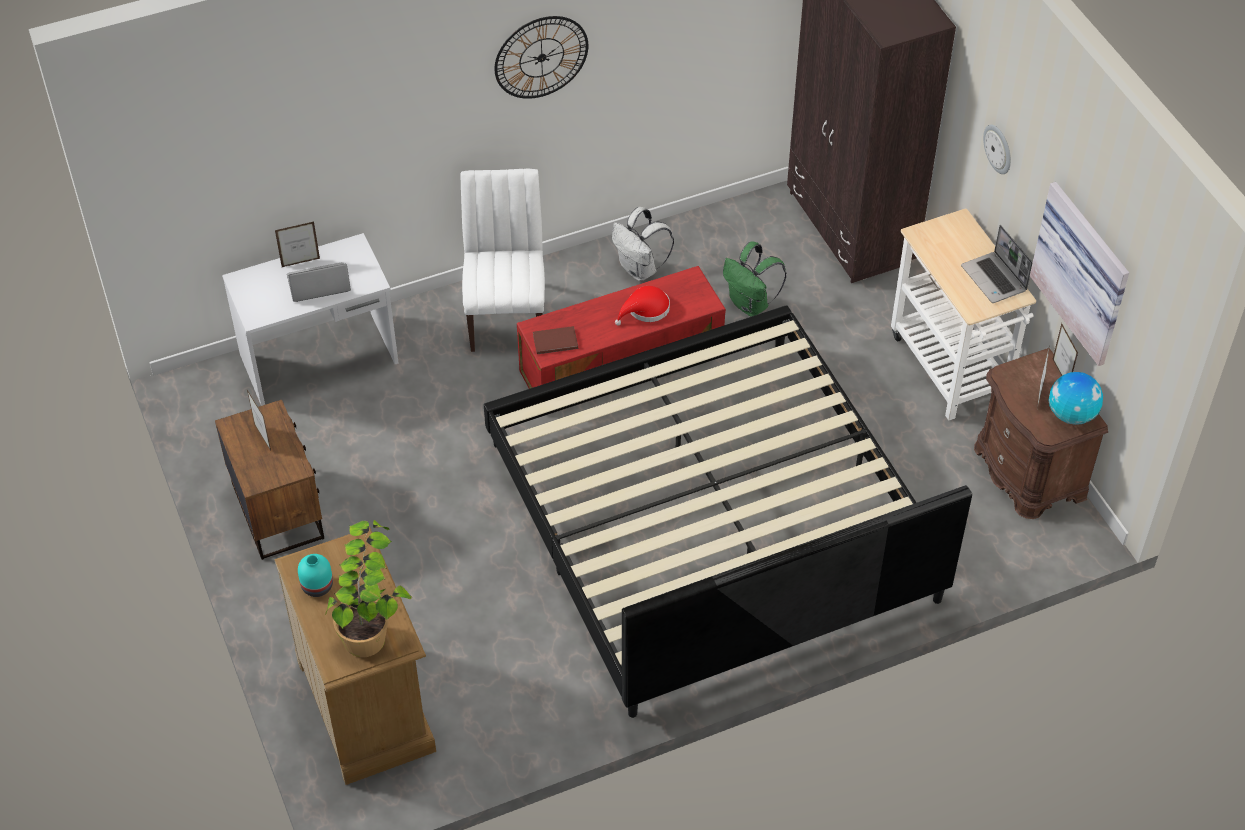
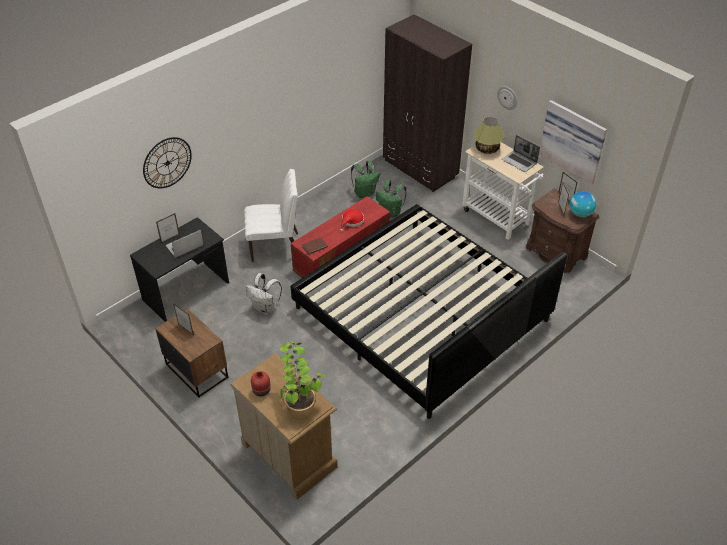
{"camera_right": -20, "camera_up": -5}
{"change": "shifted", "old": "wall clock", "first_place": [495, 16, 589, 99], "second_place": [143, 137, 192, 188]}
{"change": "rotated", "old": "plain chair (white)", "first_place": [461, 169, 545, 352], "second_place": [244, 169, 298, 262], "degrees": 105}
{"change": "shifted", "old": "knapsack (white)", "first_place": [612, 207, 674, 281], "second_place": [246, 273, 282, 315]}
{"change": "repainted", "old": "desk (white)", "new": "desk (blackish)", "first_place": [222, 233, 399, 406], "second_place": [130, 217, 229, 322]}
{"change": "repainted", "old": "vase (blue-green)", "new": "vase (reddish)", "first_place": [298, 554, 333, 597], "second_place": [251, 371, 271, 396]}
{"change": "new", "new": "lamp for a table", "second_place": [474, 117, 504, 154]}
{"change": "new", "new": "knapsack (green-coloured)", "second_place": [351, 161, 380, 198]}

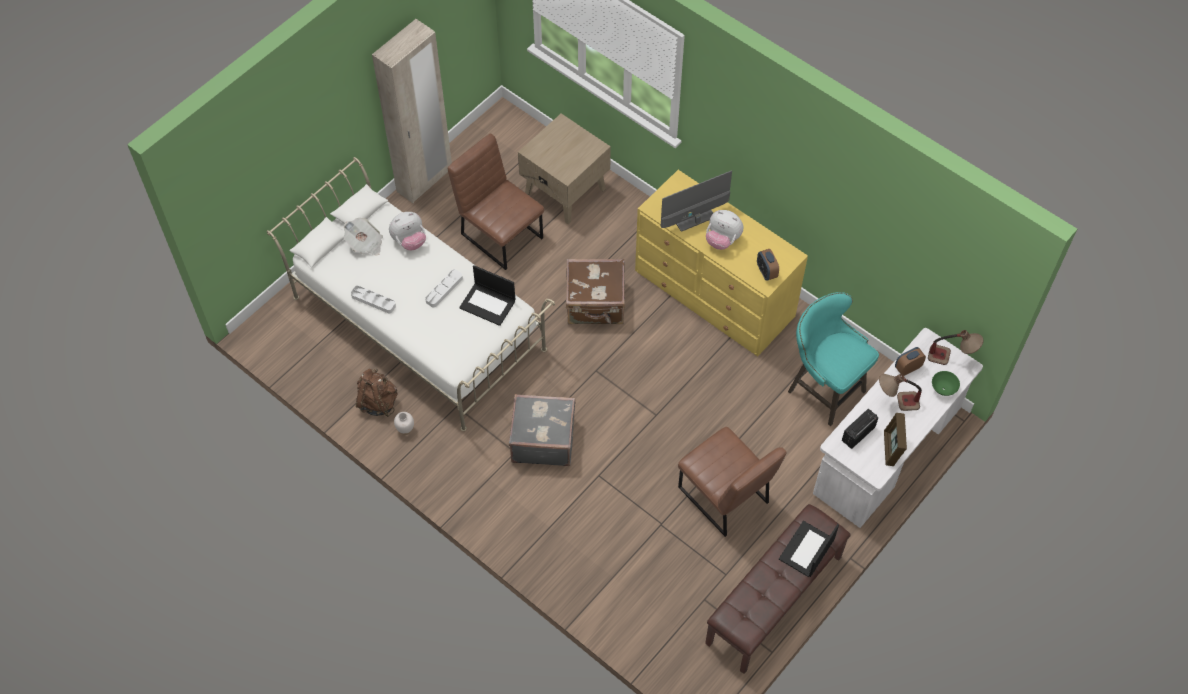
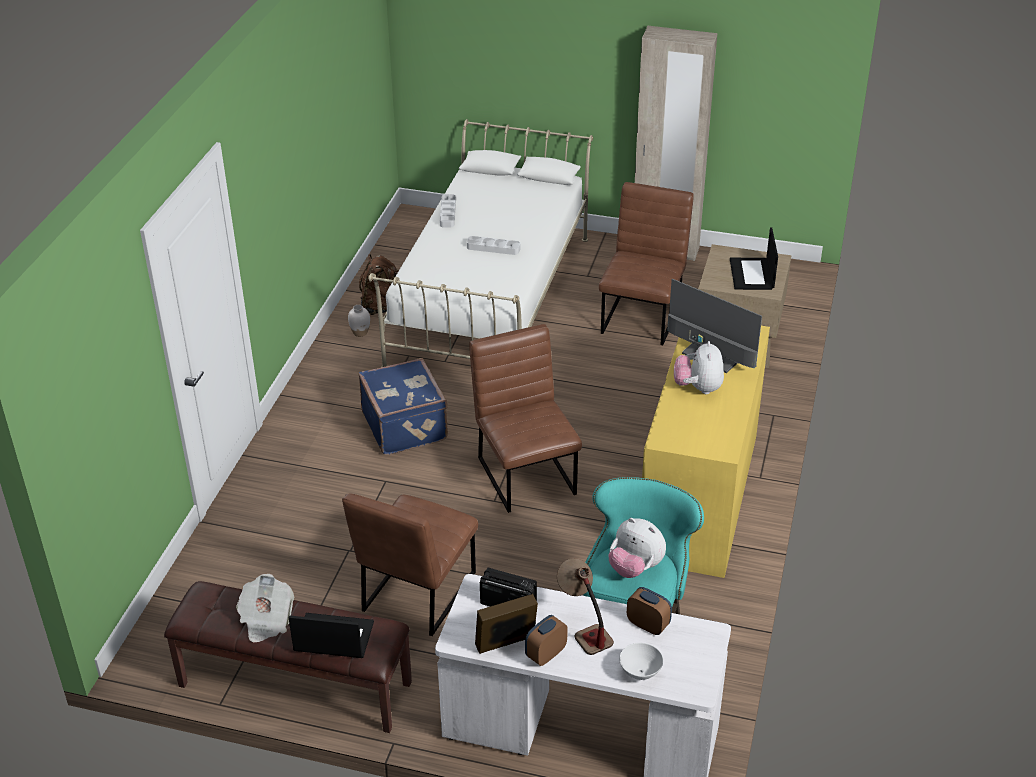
{"camera_right": 65, "camera_up": -20}
{"change": "shifted", "old": "plush toy", "first_place": [389, 212, 426, 250], "second_place": [608, 518, 666, 578]}
{"change": "shifted", "old": "printed paper", "first_place": [344, 218, 383, 256], "second_place": [236, 574, 294, 643]}
{"change": "shifted", "old": "alarm clock", "first_place": [757, 249, 779, 281], "second_place": [525, 615, 568, 666]}
{"change": "gone", "old": "piece of luggage (brown-coloured)", "first_place": [566, 259, 625, 324]}
{"change": "shifted", "old": "laptop", "first_place": [459, 265, 515, 326], "second_place": [730, 227, 778, 290]}
{"change": "gone", "old": "lamp for a table", "first_place": [928, 330, 983, 365]}
{"change": "repainted", "old": "deep dish (green-coloured)", "new": "deep dish (white)", "first_place": [932, 371, 960, 396], "second_place": [619, 643, 663, 680]}
{"change": "repainted", "old": "piece of luggage (gray)", "new": "piece of luggage (blue)", "first_place": [509, 394, 576, 466], "second_place": [359, 358, 448, 455]}
{"change": "new", "new": "plain chair (brown-coloured)", "second_place": [469, 324, 582, 513]}

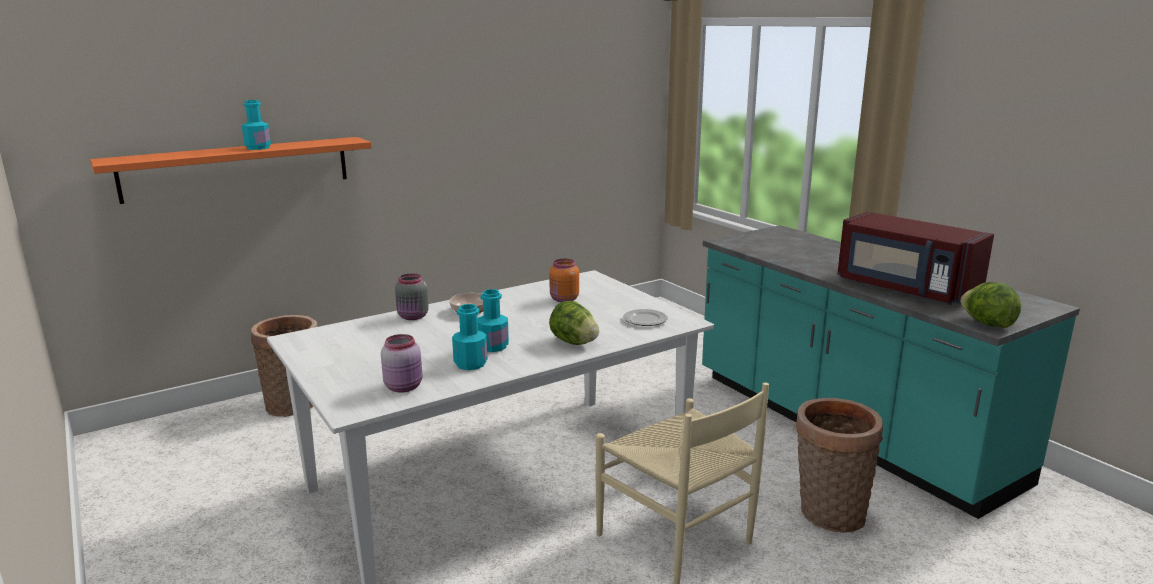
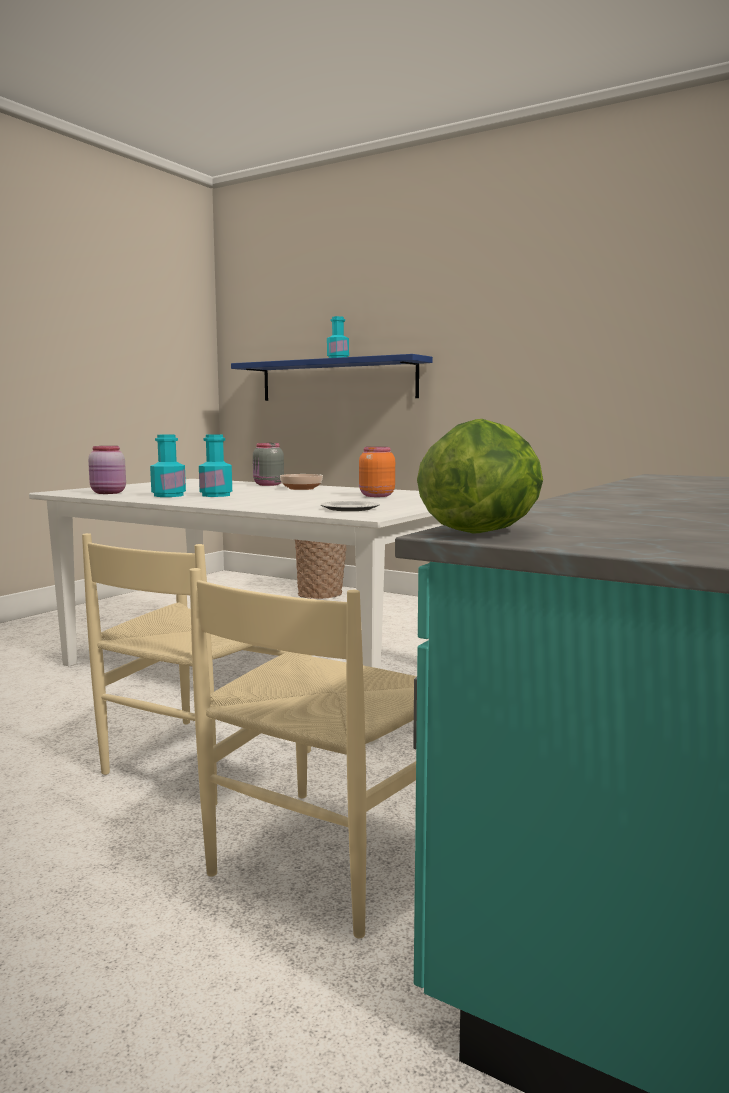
{"camera_right": 65, "camera_up": -10}
{"change": "repainted", "old": "wall shelf (orange)", "new": "wall shelf (blue)", "first_place": [90, 137, 372, 204], "second_place": [231, 354, 433, 401]}
{"change": "gone", "old": "kitchen microwave (reddish)", "first_place": [837, 212, 994, 305]}
{"change": "gone", "old": "head of lettuce", "first_place": [549, 301, 599, 345]}
{"change": "swapped", "old": "household basket", "new": "plain chair (sand-coloured)", "first_place": [796, 398, 883, 533], "second_place": [190, 568, 417, 938]}

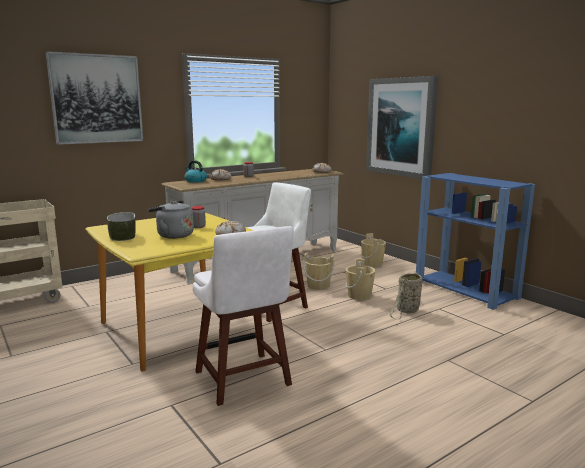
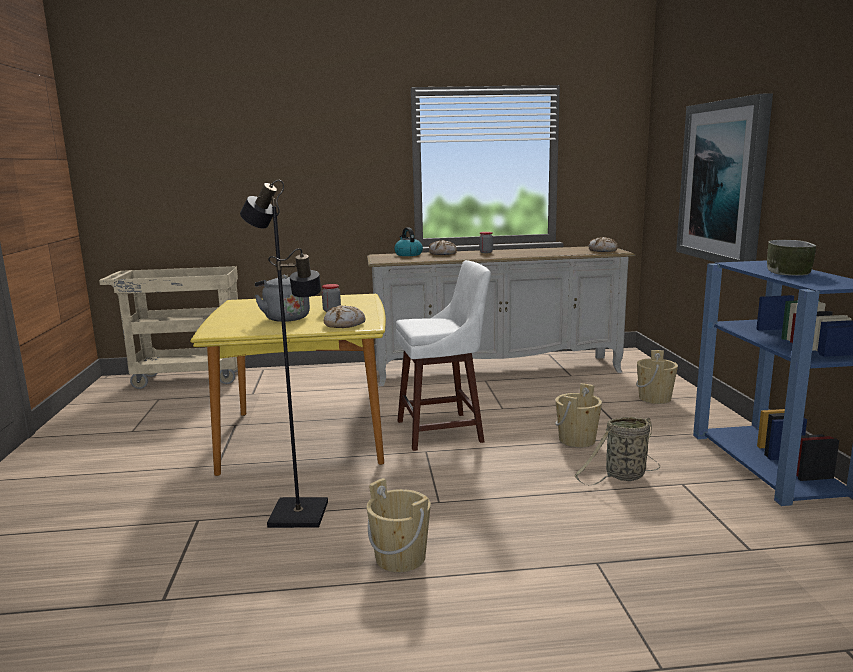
{"camera_right": 30, "camera_up": 0}
{"change": "gone", "old": "wall art", "first_place": [45, 51, 143, 145]}
{"change": "shifted", "old": "deep dish", "first_place": [107, 212, 136, 241], "second_place": [767, 240, 816, 276]}
{"change": "swapped", "old": "plain chair (white)", "new": "floor lamp (blackish)", "first_place": [193, 226, 294, 406], "second_place": [240, 180, 328, 528]}
{"change": "shifted", "old": "bucket (sand-coloured)", "first_place": [303, 253, 334, 290], "second_place": [366, 478, 431, 572]}

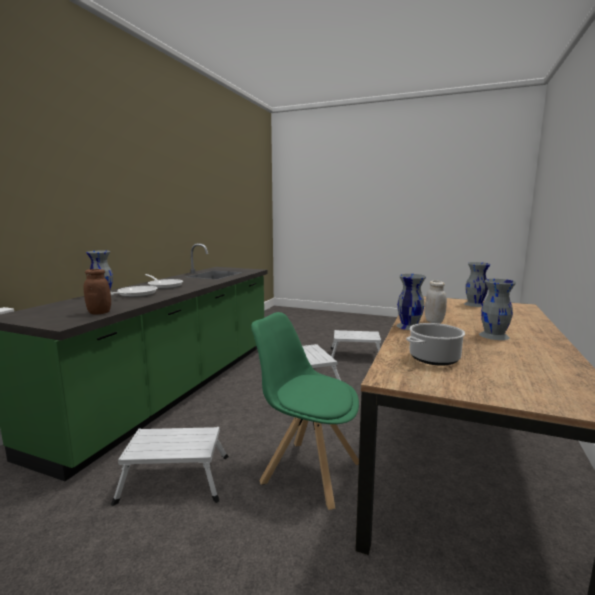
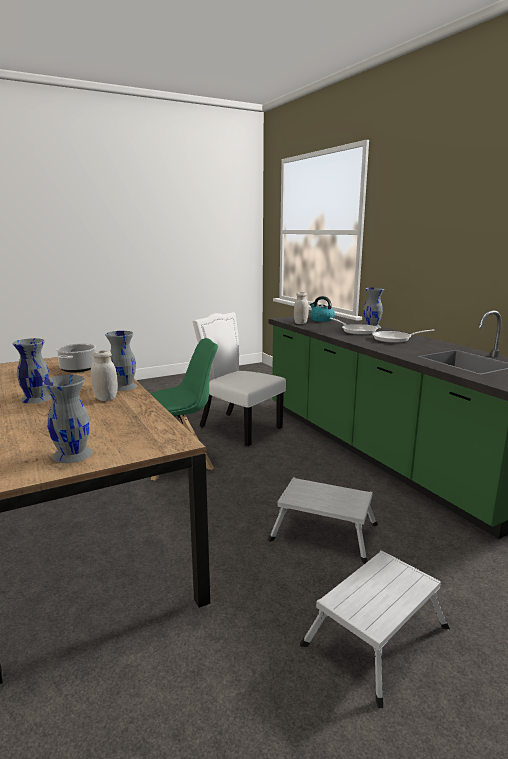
{"camera_right": 130, "camera_up": 5}
{"change": "repainted", "old": "storage jar (brown-coloured)", "new": "storage jar (white)", "first_place": [83, 269, 111, 314], "second_place": [294, 292, 309, 324]}
{"change": "swapped", "old": "step ladder (white)", "new": "plain chair (white)", "first_place": [111, 427, 229, 506], "second_place": [192, 312, 286, 446]}
{"change": "new", "new": "tea kettle", "second_place": [310, 296, 335, 322]}

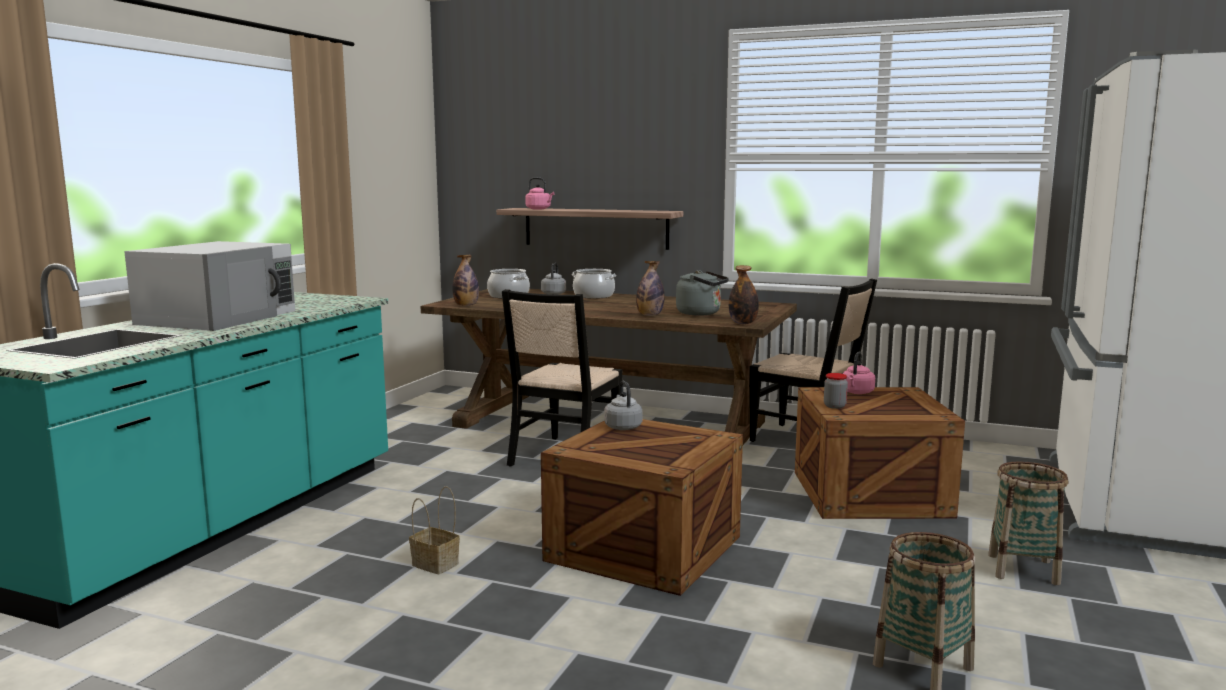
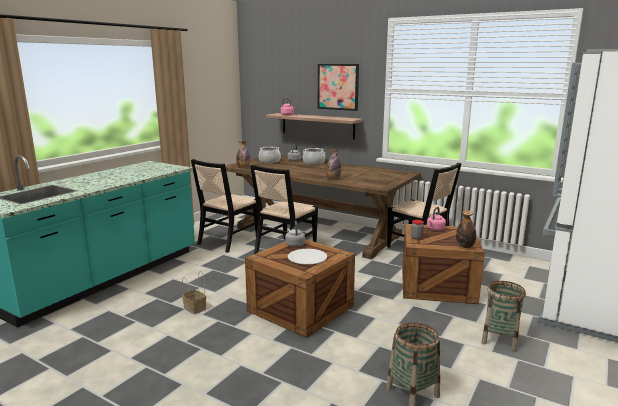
{"camera_right": 10, "camera_up": 5}
{"change": "gone", "old": "kitchen microwave (white)", "first_place": [124, 241, 295, 331]}
{"change": "shifted", "old": "beverage bottle", "first_place": [729, 265, 759, 324], "second_place": [456, 210, 476, 248]}
{"change": "gone", "old": "tea kettle (gray)", "first_place": [676, 270, 729, 316]}
{"change": "new", "new": "wall art", "second_place": [318, 64, 359, 111]}
{"change": "new", "new": "plain chair", "second_place": [191, 159, 258, 253]}
{"change": "new", "new": "dinner plate (white)", "second_place": [288, 249, 327, 265]}

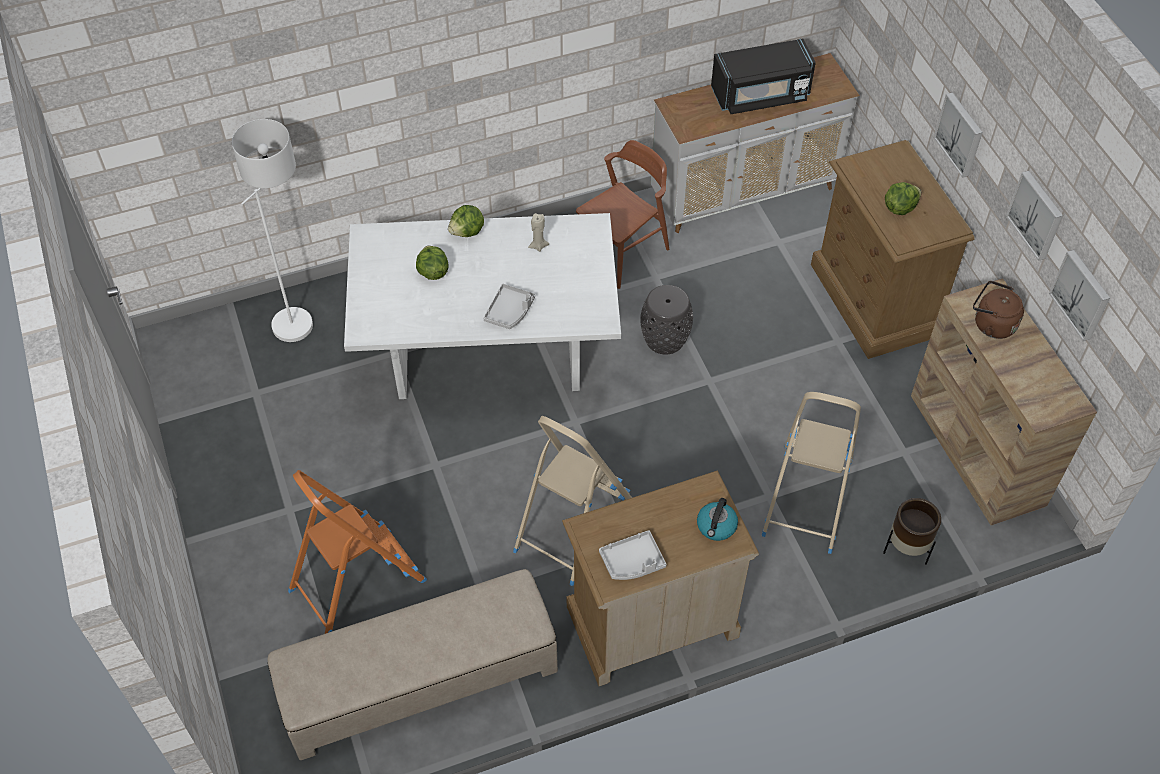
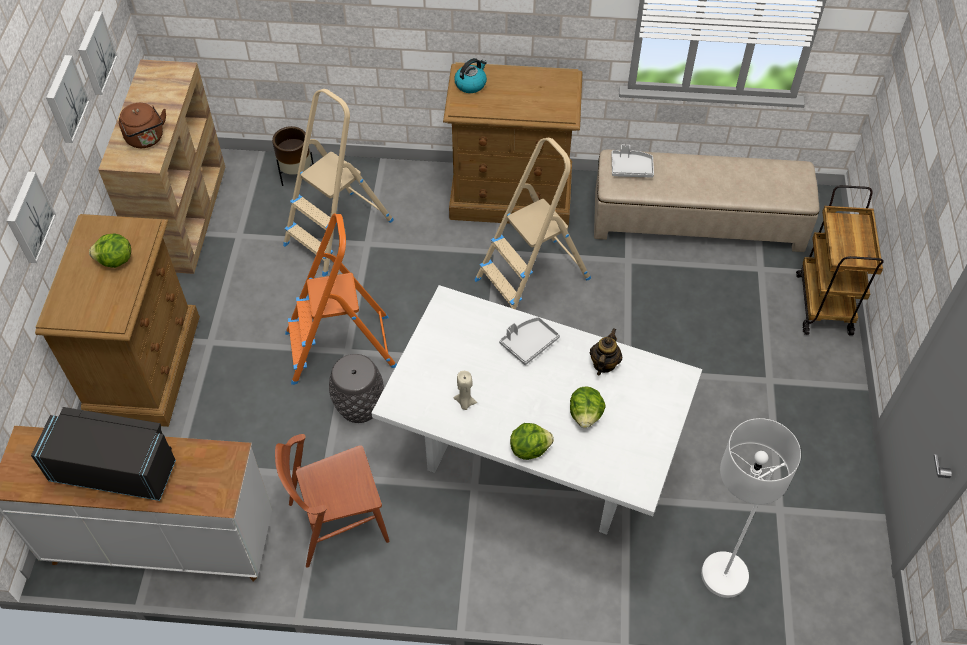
{"camera_right": -155, "camera_up": 0}
{"change": "shifted", "old": "step ladder (orange)", "first_place": [288, 470, 427, 634], "second_place": [285, 213, 397, 385]}
{"change": "shifted", "old": "carrying tray (gray)", "first_place": [599, 530, 667, 580], "second_place": [612, 145, 654, 177]}
{"change": "new", "new": "trolley (brown-coloured)", "second_place": [796, 185, 884, 335]}
{"change": "new", "new": "teapot", "second_place": [590, 328, 622, 376]}

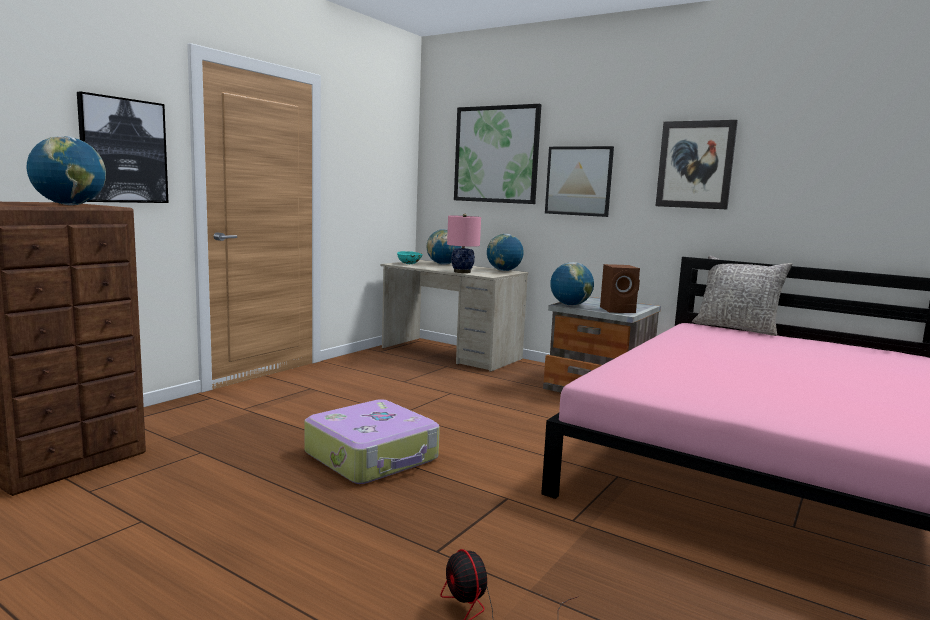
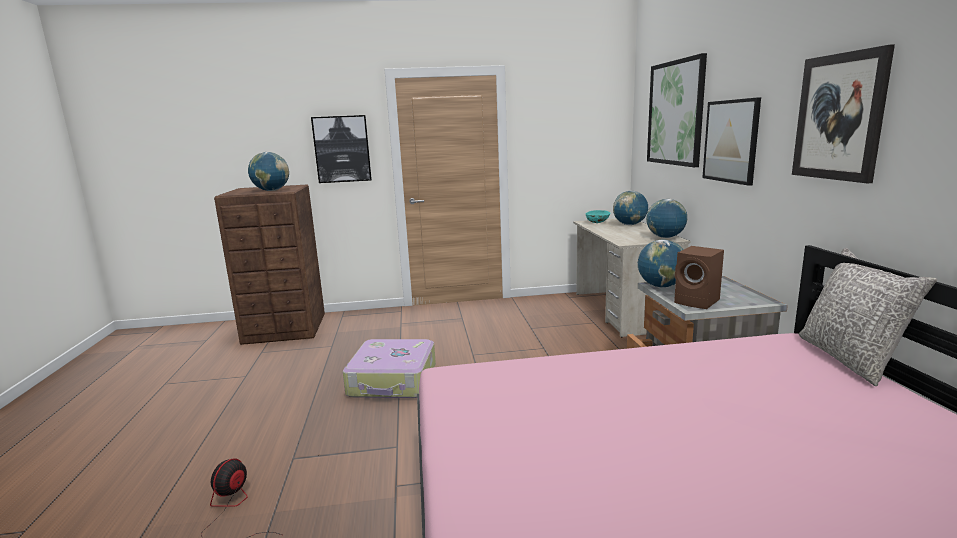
{"camera_right": 50, "camera_up": 5}
{"change": "gone", "old": "lamp for a table (pink)", "first_place": [447, 214, 481, 273]}

